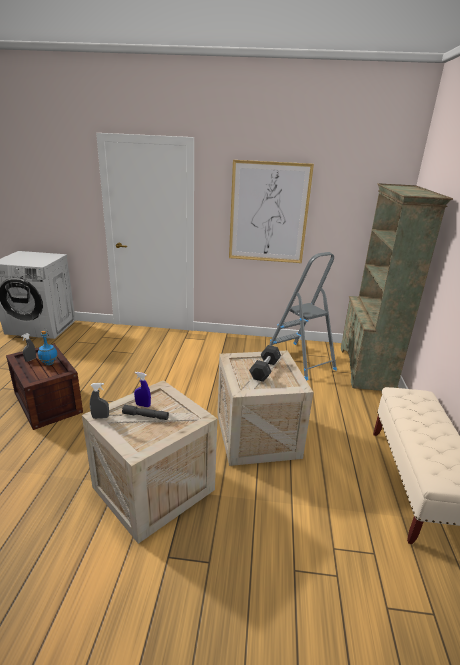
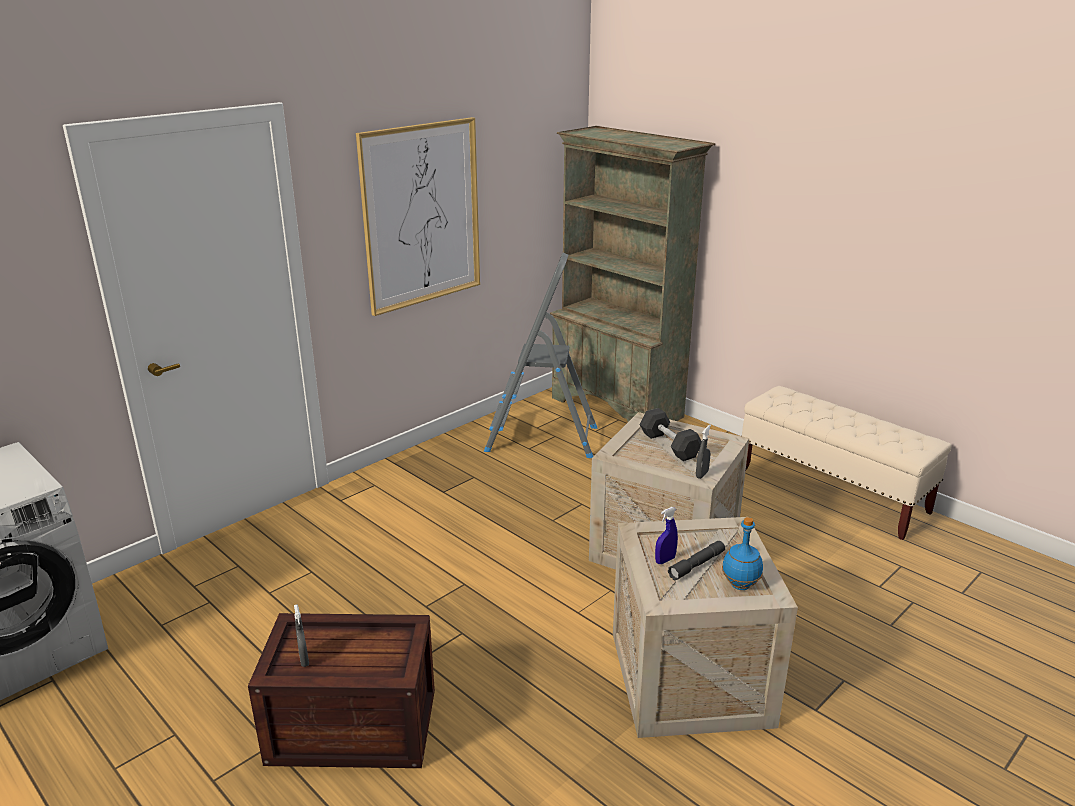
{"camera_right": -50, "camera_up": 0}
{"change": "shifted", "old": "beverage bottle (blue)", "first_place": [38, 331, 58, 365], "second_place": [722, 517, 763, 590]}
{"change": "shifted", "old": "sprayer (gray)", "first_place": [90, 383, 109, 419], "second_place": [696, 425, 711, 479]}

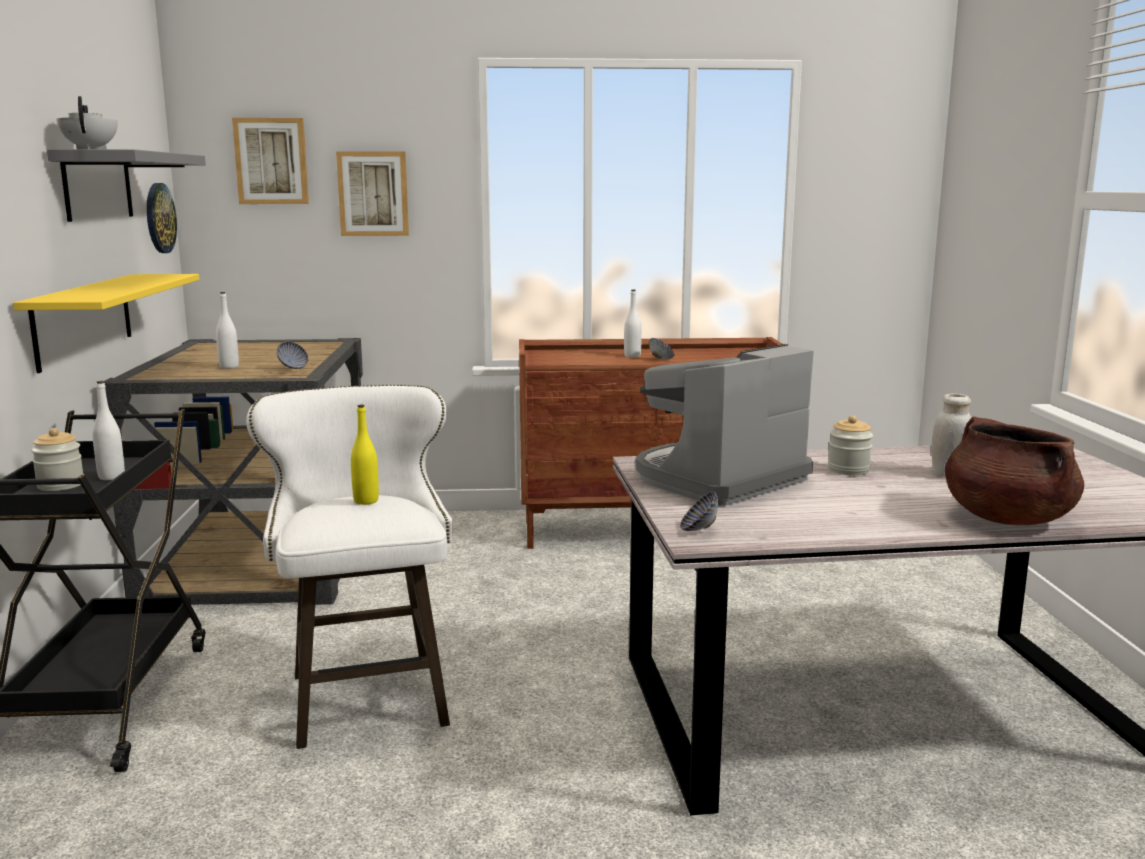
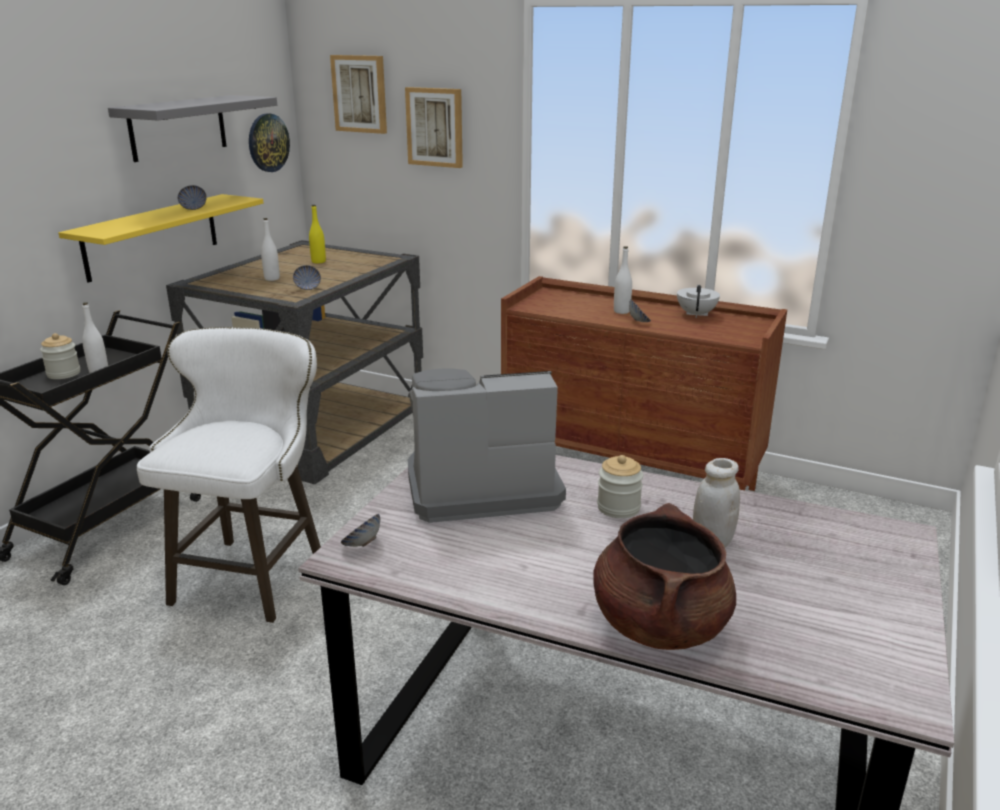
{"camera_right": 30, "camera_up": 10}
{"change": "shifted", "old": "teapot (white)", "first_place": [56, 96, 118, 149], "second_place": [677, 285, 720, 318]}
{"change": "shifted", "old": "beverage bottle (yellow)", "first_place": [351, 405, 379, 505], "second_place": [309, 205, 326, 263]}
{"change": "new", "new": "deep dish", "second_place": [177, 185, 207, 210]}

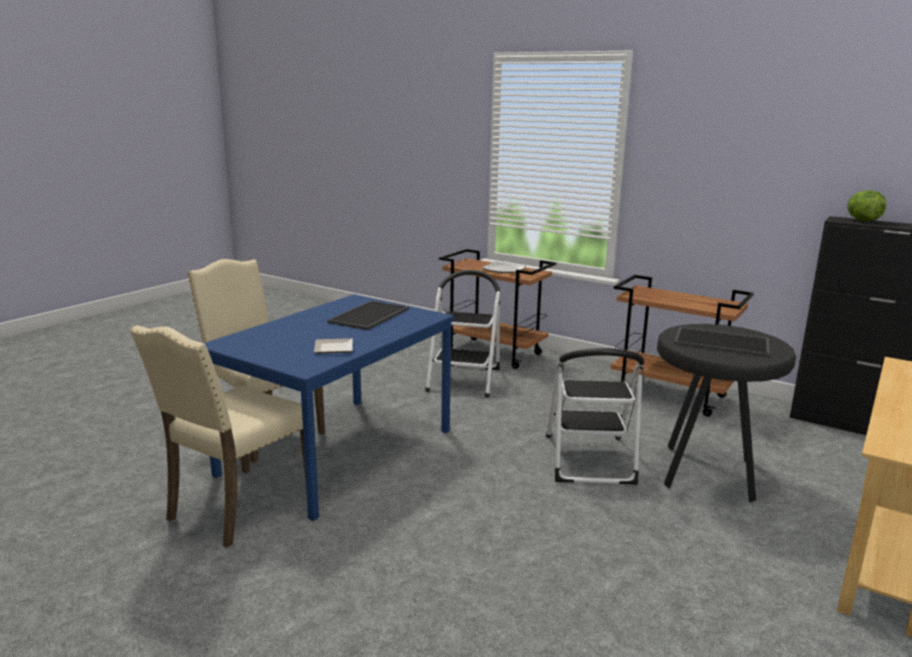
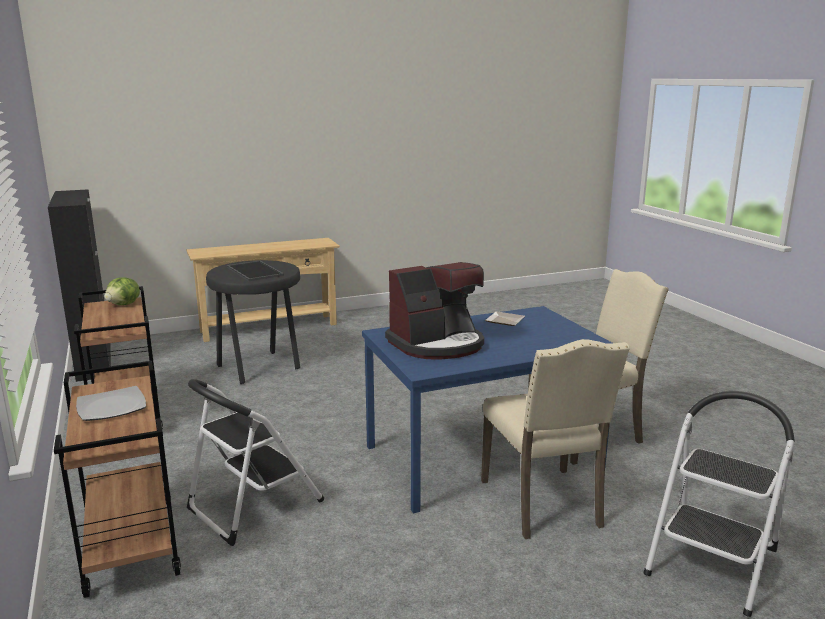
{"camera_right": -145, "camera_up": 0}
{"change": "shifted", "old": "head of lettuce", "first_place": [848, 190, 886, 221], "second_place": [105, 277, 140, 305]}
{"change": "swapped", "old": "carrying tray", "new": "coffee brewer", "first_place": [327, 301, 409, 330], "second_place": [385, 262, 484, 359]}
{"change": "shifted", "old": "step ladder", "first_place": [546, 348, 644, 485], "second_place": [644, 391, 795, 617]}

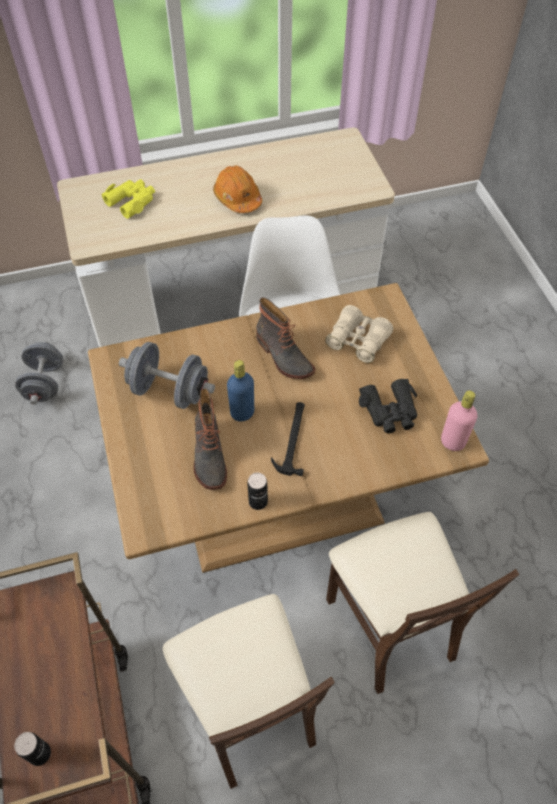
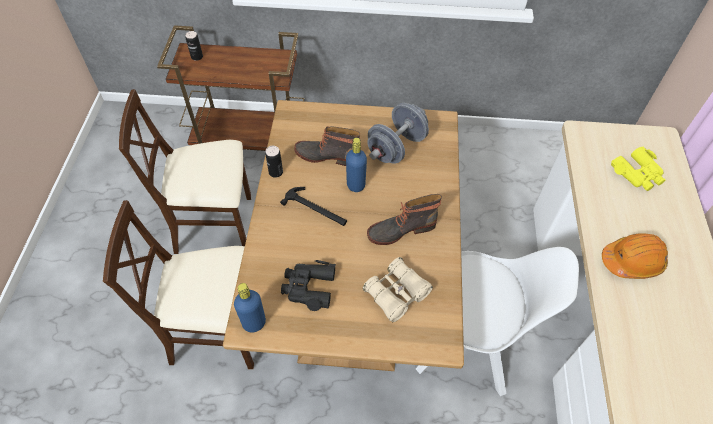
{"camera_right": 110, "camera_up": 0}
{"change": "gone", "old": "dumbbell (gray)", "first_place": [15, 341, 63, 405]}
{"change": "repainted", "old": "beverage bottle (pink)", "new": "beverage bottle (blue)", "first_place": [441, 390, 477, 451], "second_place": [234, 283, 266, 333]}

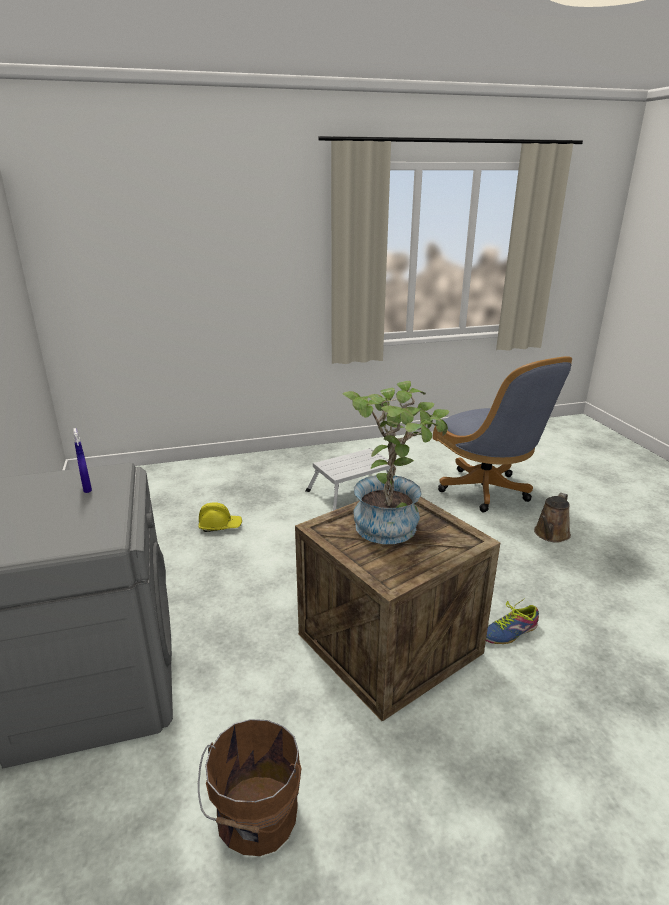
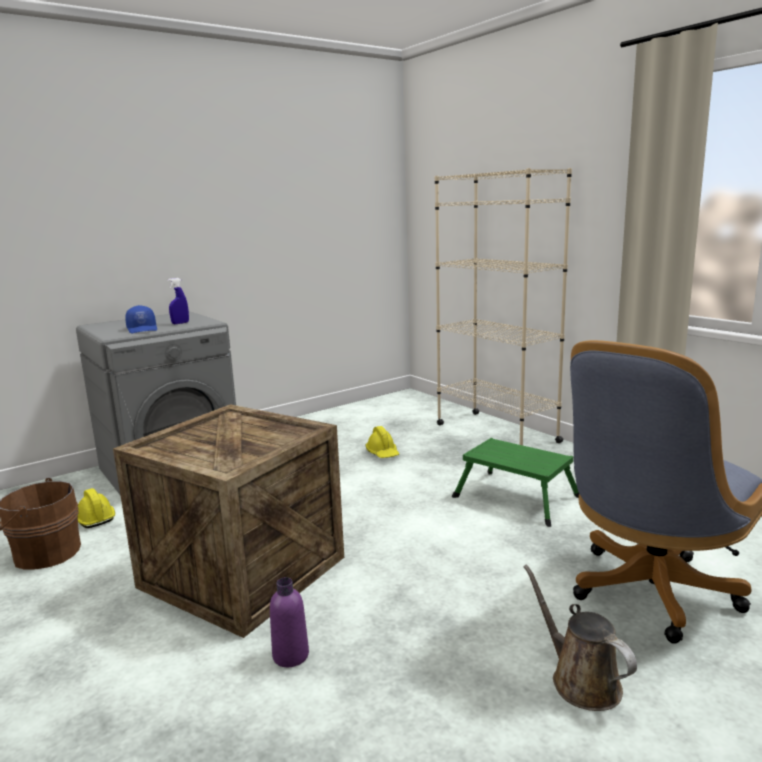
{"camera_right": 70, "camera_up": -10}
{"change": "gone", "old": "plant in a pot", "first_place": [343, 381, 450, 544]}
{"change": "repainted", "old": "step ladder (white)", "new": "step ladder (green-coloured)", "first_place": [305, 448, 391, 511], "second_place": [452, 438, 579, 527]}
{"change": "rotated", "old": "sprinkling can (brown-coloured)", "first_place": [534, 493, 571, 543], "second_place": [523, 564, 637, 711], "degrees": 45}
{"change": "swapped", "old": "item of footwear", "new": "beverage bottle (purplish)", "first_place": [486, 598, 539, 644], "second_place": [270, 577, 309, 667]}
{"change": "new", "new": "bookcase (sand-coloured)", "second_place": [435, 168, 572, 445]}
{"change": "new", "new": "baseball cap (blue)", "second_place": [125, 305, 157, 333]}
{"change": "new", "new": "hard hat (yellow)", "second_place": [78, 488, 115, 528]}

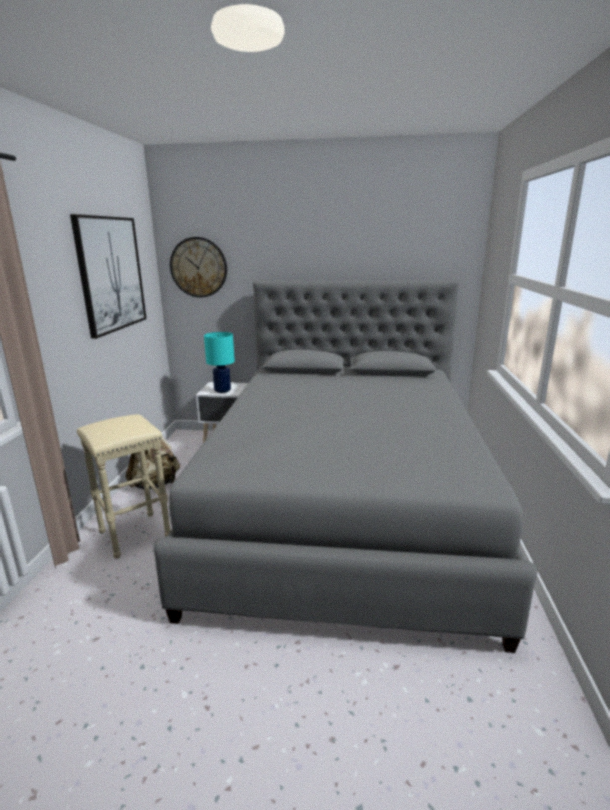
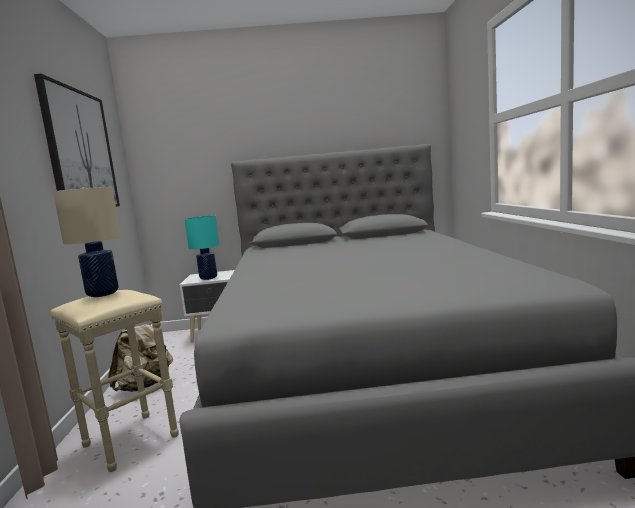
{"camera_right": -10, "camera_up": -10}
{"change": "gone", "old": "wall clock", "first_place": [170, 237, 227, 298]}
{"change": "new", "new": "lamp for a table (sand-coloured)", "second_place": [53, 186, 121, 297]}

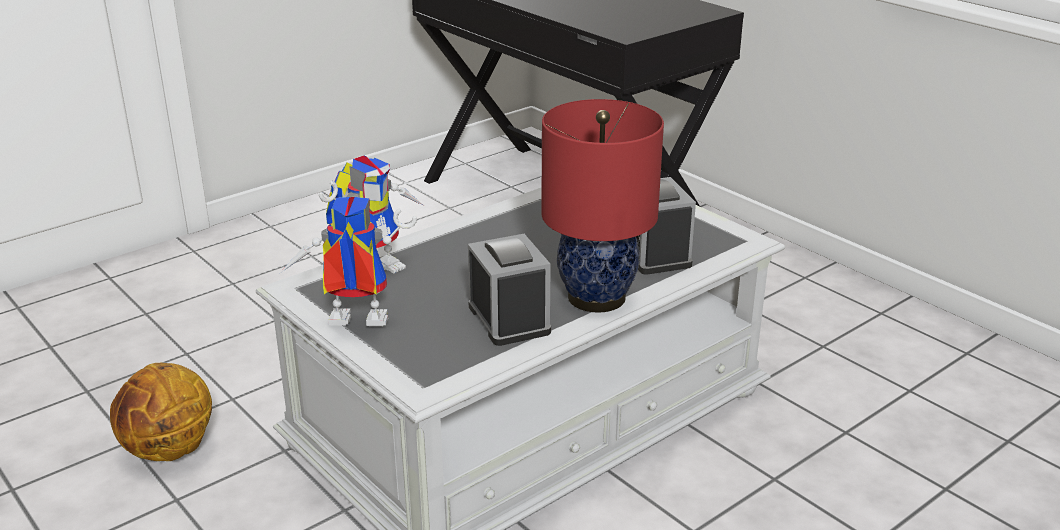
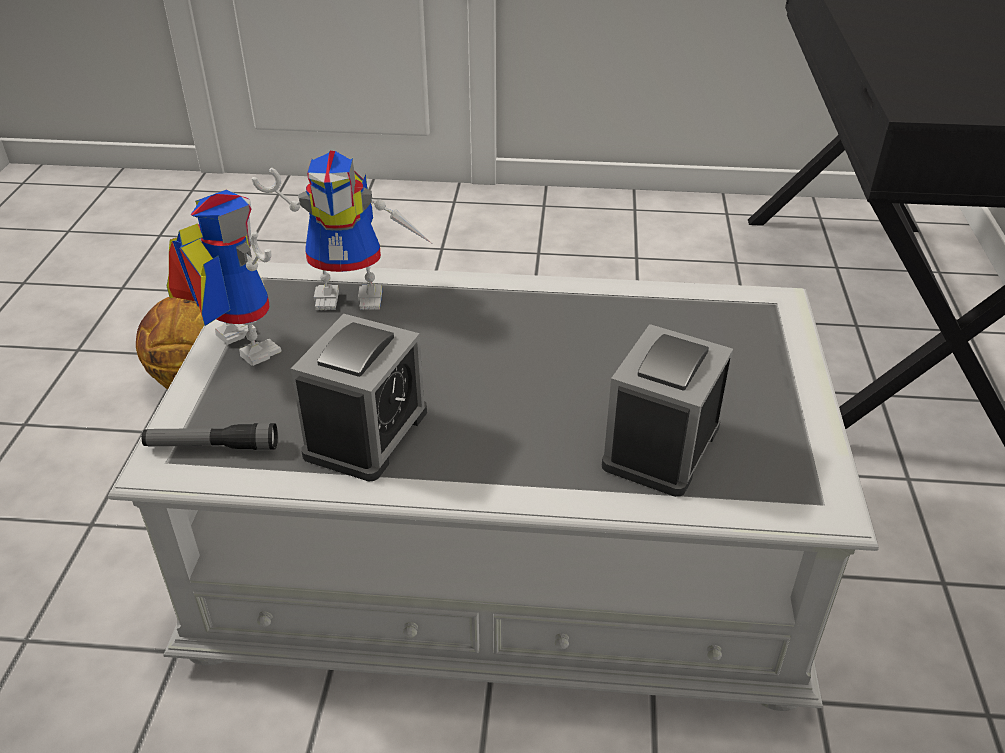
{"camera_right": 45, "camera_up": 10}
{"change": "gone", "old": "lamp for a table (reddish)", "first_place": [541, 99, 664, 312]}
{"change": "new", "new": "torch", "second_place": [142, 423, 278, 450]}

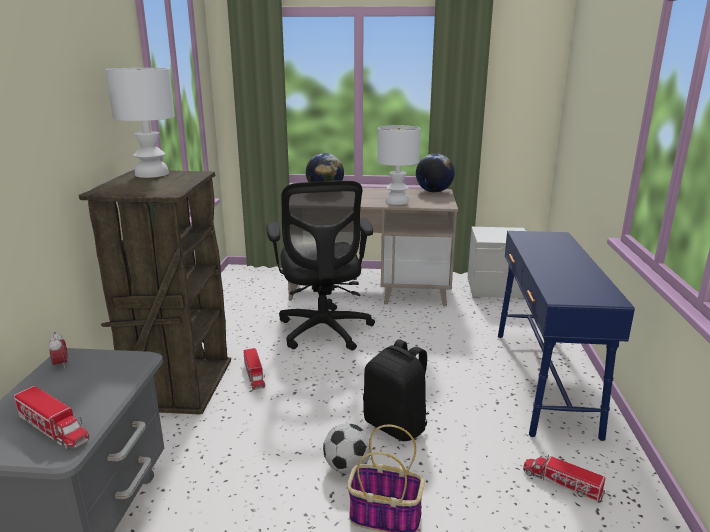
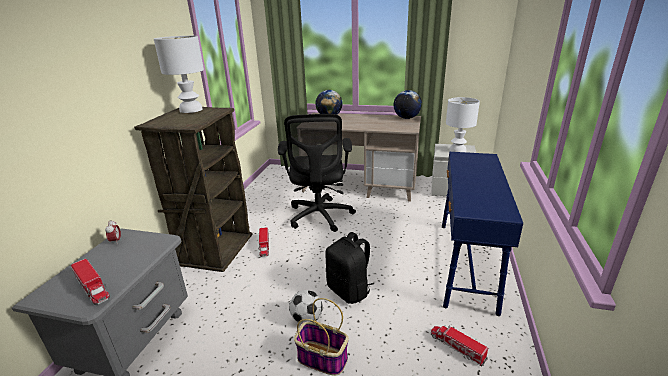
{"camera_right": 10, "camera_up": 5}
{"change": "shifted", "old": "lamp for a table (white)", "first_place": [377, 125, 421, 205], "second_place": [446, 97, 480, 152]}

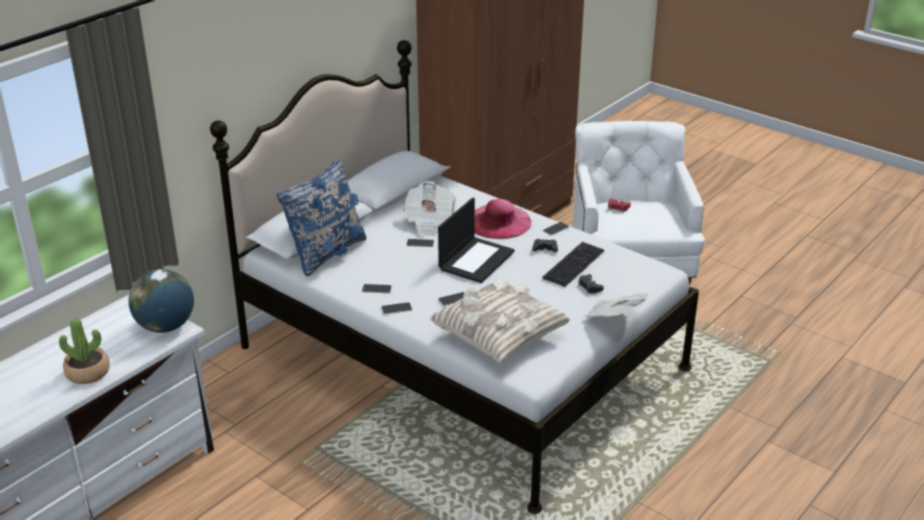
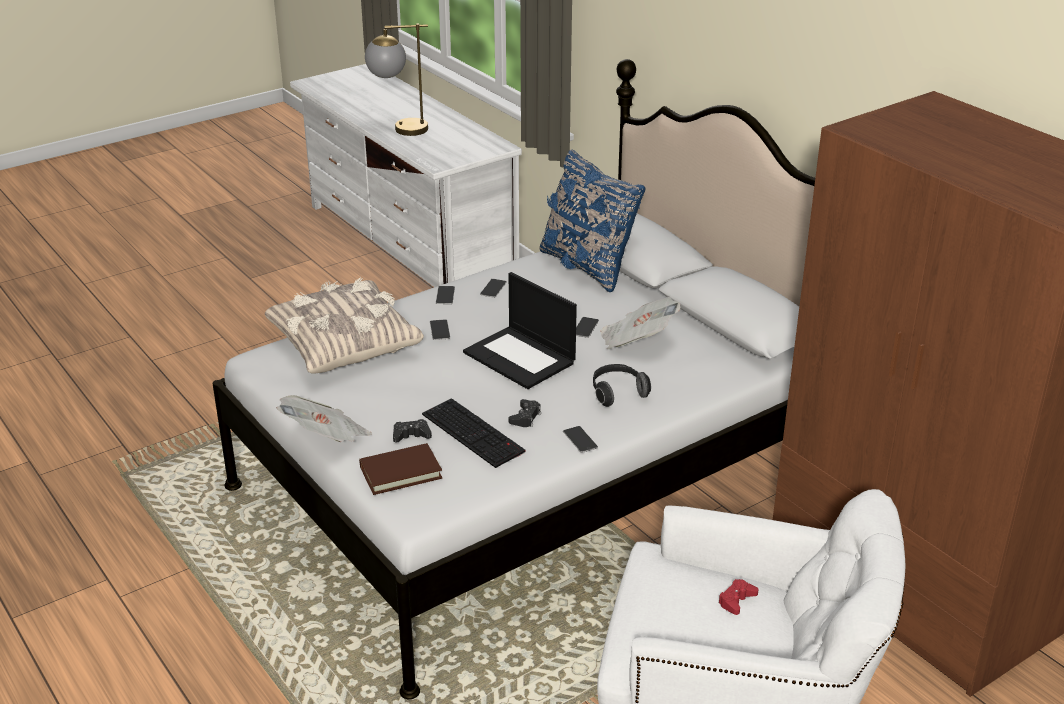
{"camera_right": 105, "camera_up": 0}
{"change": "swapped", "old": "hat (pink)", "new": "pair of headphones", "first_place": [475, 199, 532, 239], "second_place": [593, 364, 651, 407]}
{"change": "gone", "old": "desk globe", "first_place": [128, 269, 194, 333]}
{"change": "swapped", "old": "plant in a pot", "new": "lamp for a table", "first_place": [59, 318, 110, 384], "second_place": [365, 24, 428, 136]}
{"change": "new", "new": "book (brown-coloured)", "second_place": [359, 443, 442, 495]}

